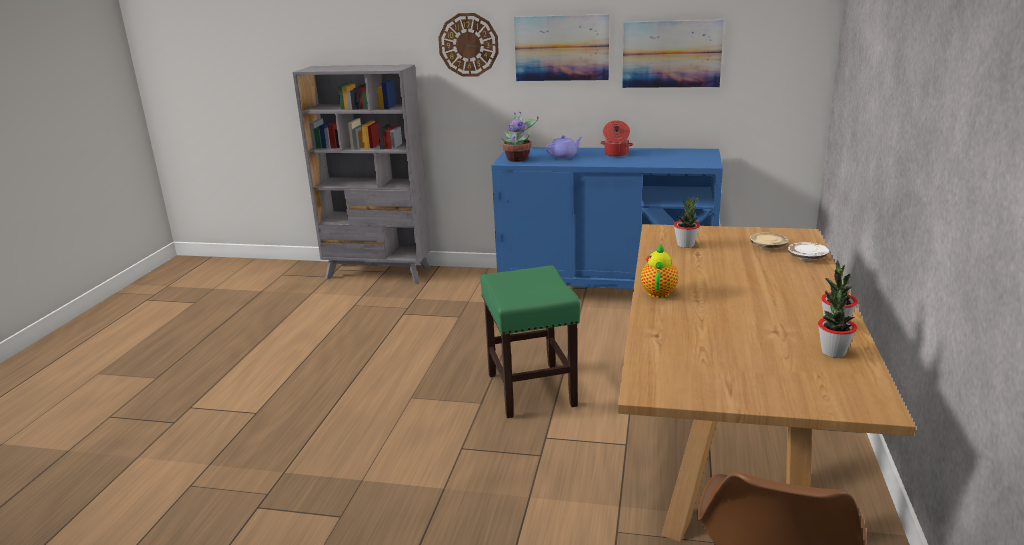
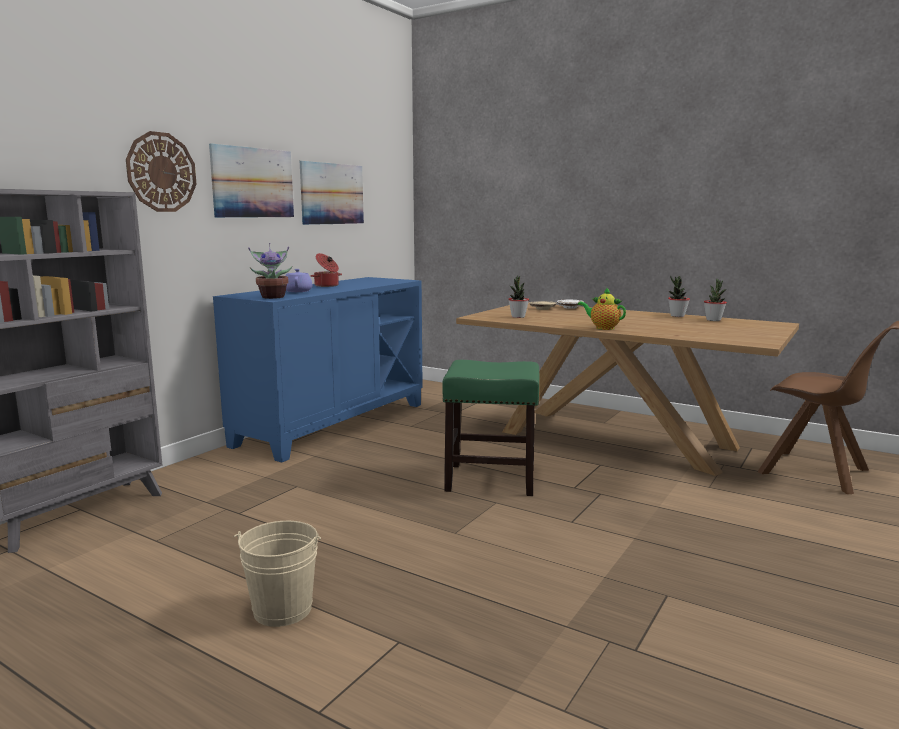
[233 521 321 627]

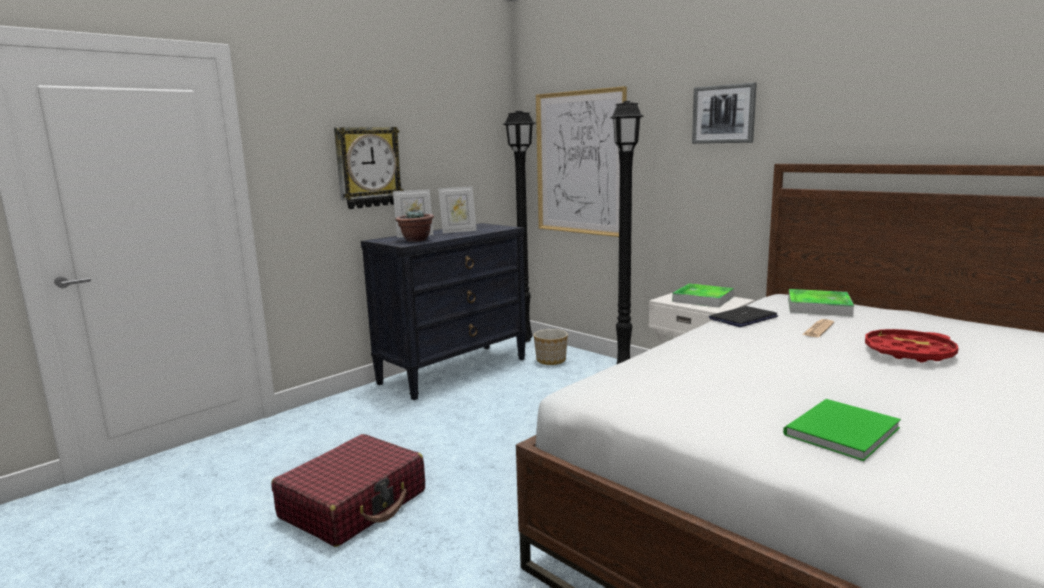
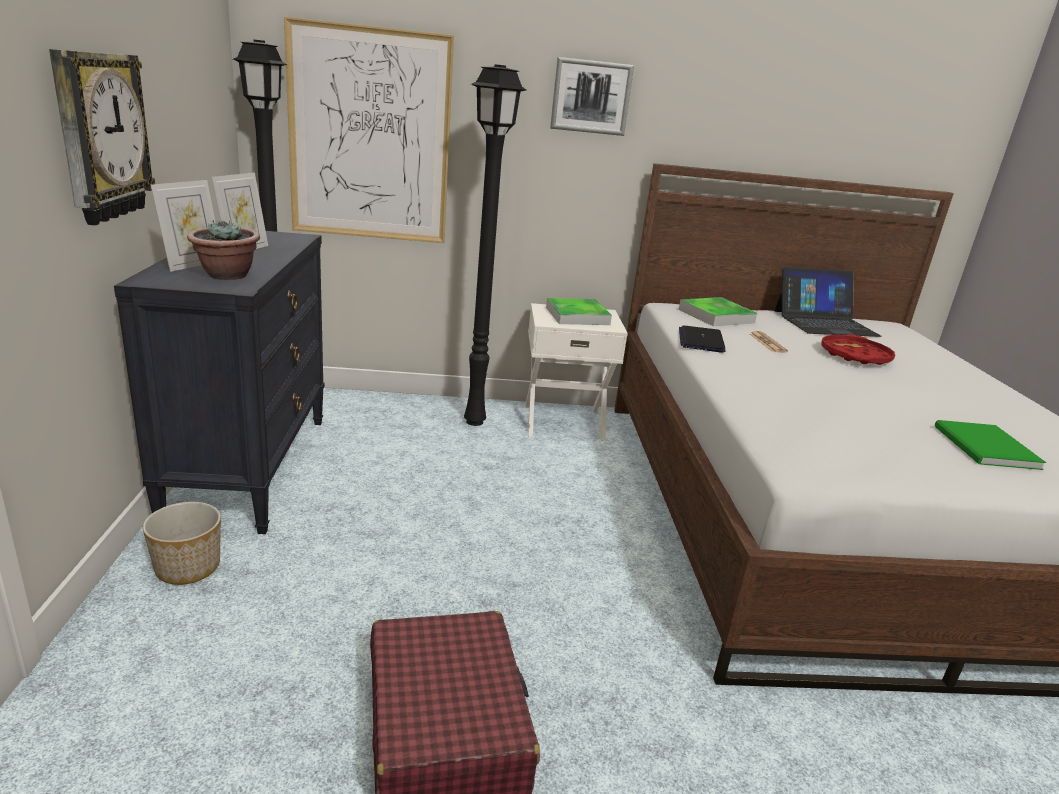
[143 502 221 585]
[774 267 882 337]

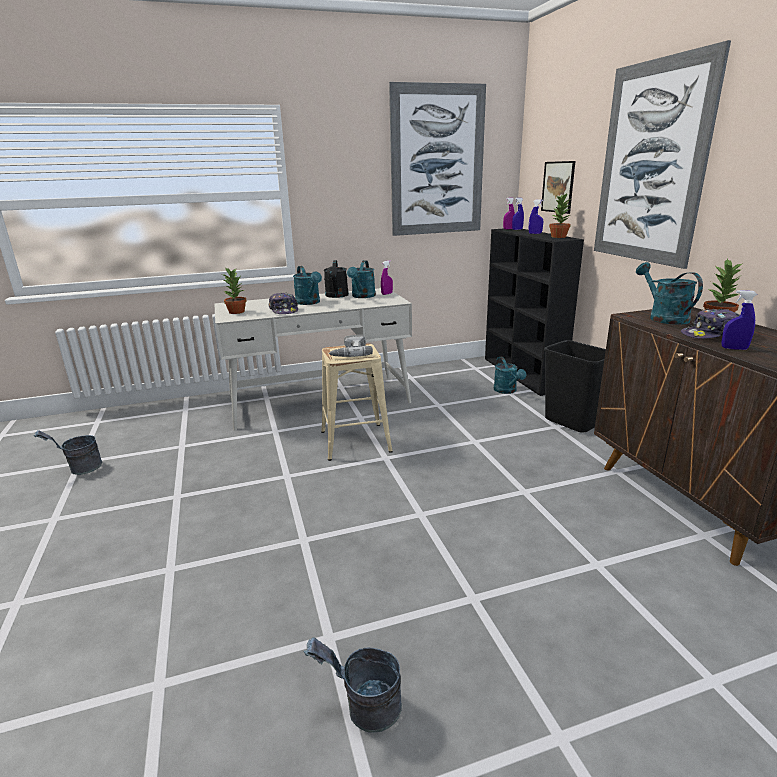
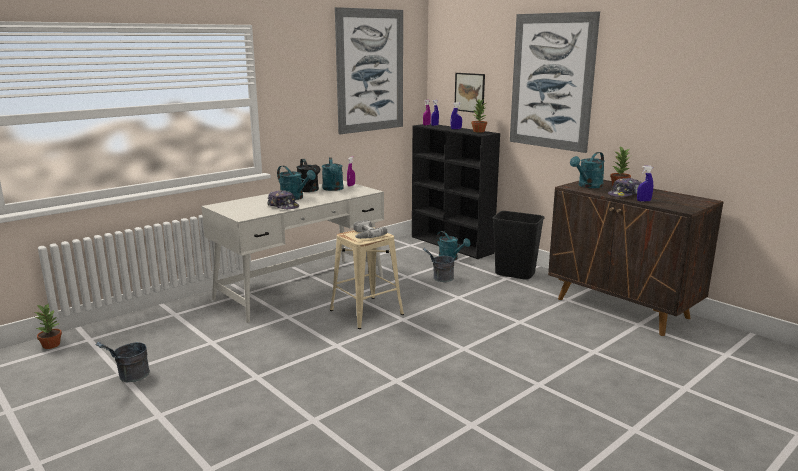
[35 304 62 349]
[423 248 454 282]
[570 152 605 188]

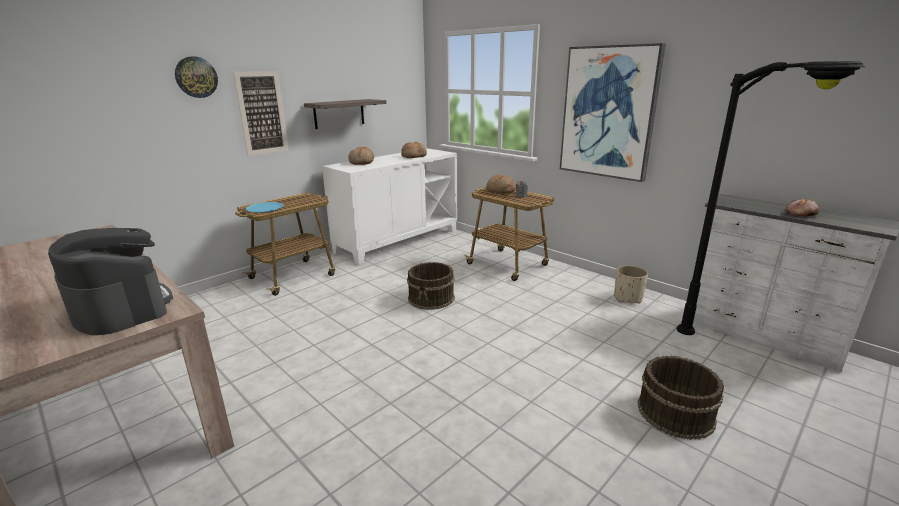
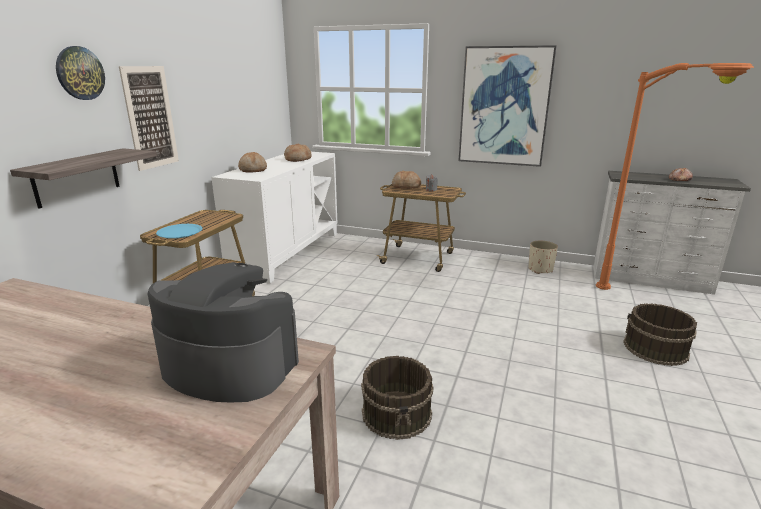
[10 148 157 209]
[361 356 434 440]
[596 63 754 290]

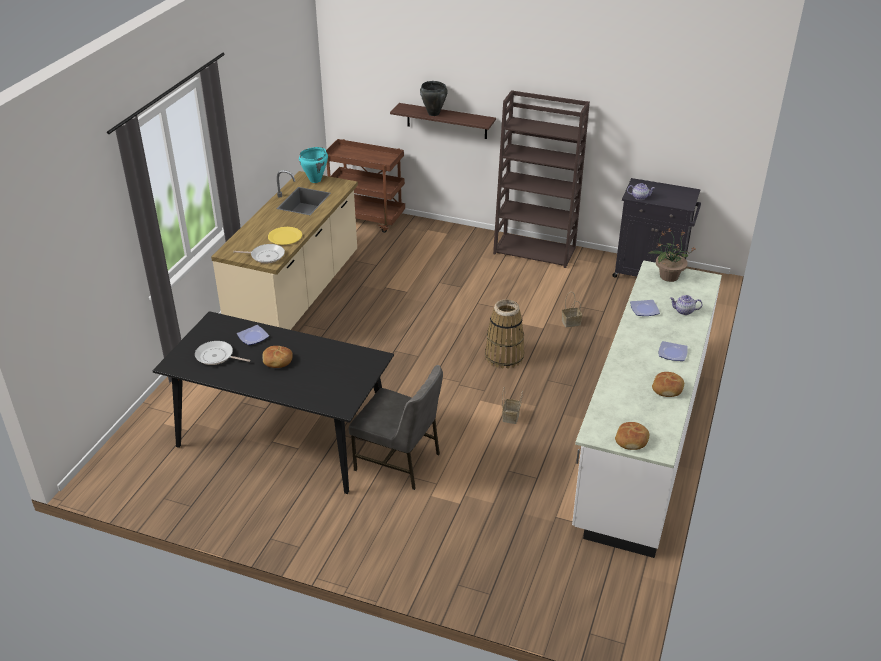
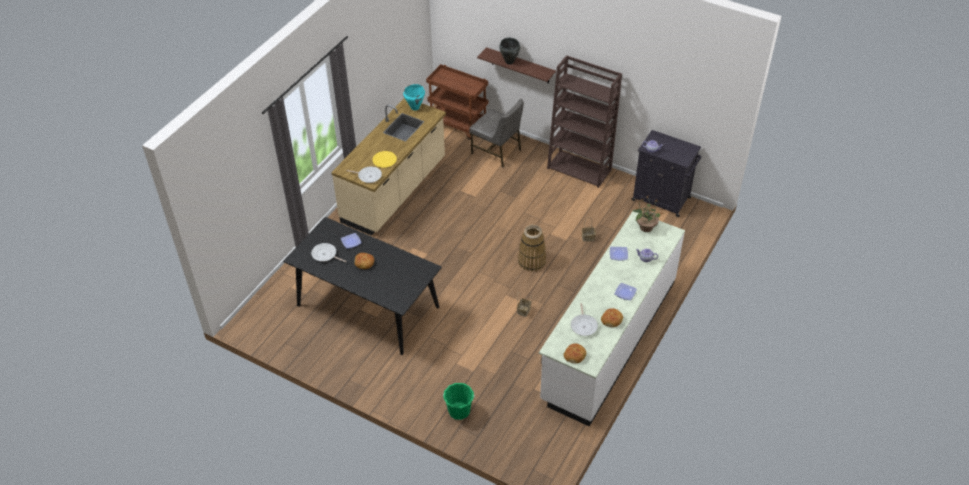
[469 99 524 167]
[443 383 475 420]
[571 303 598 336]

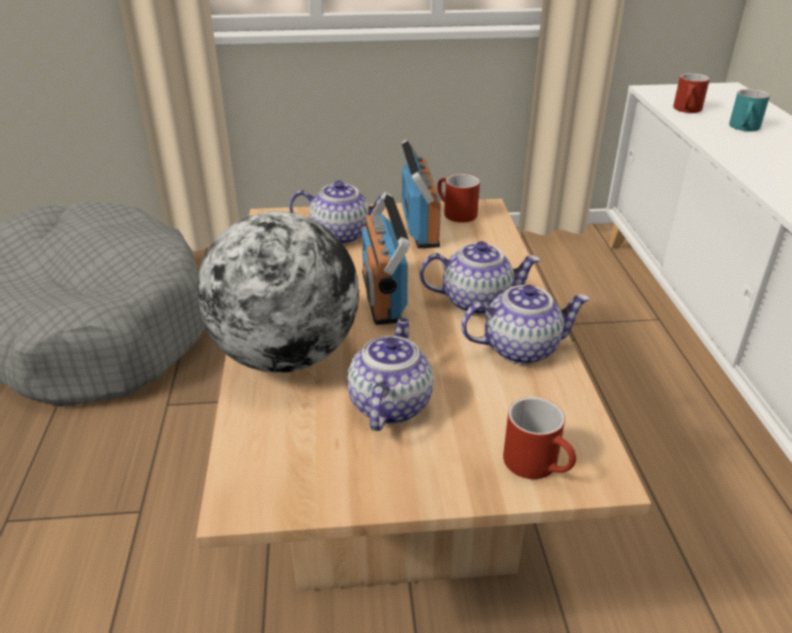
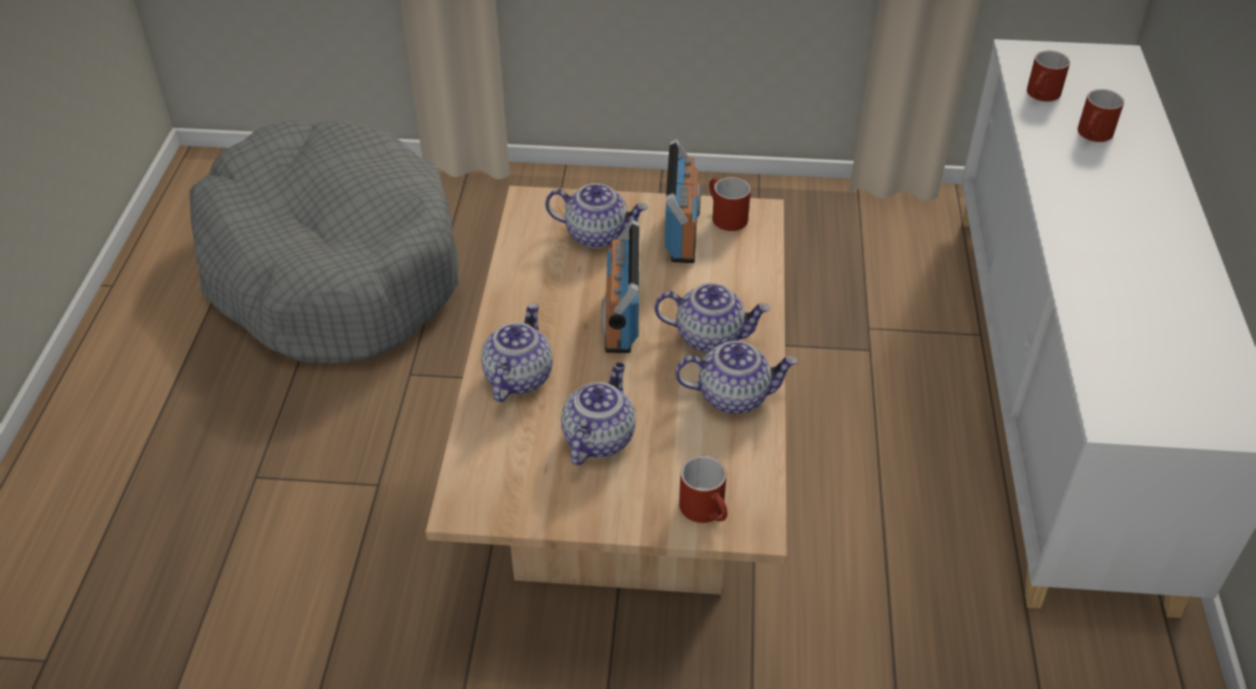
[481 303 553 402]
[1078 89 1124 142]

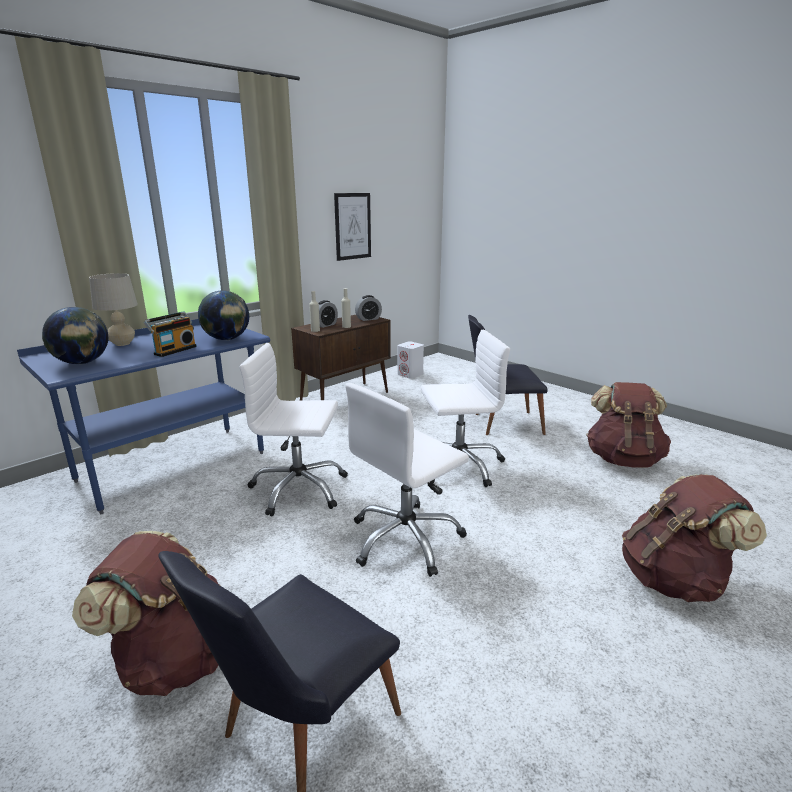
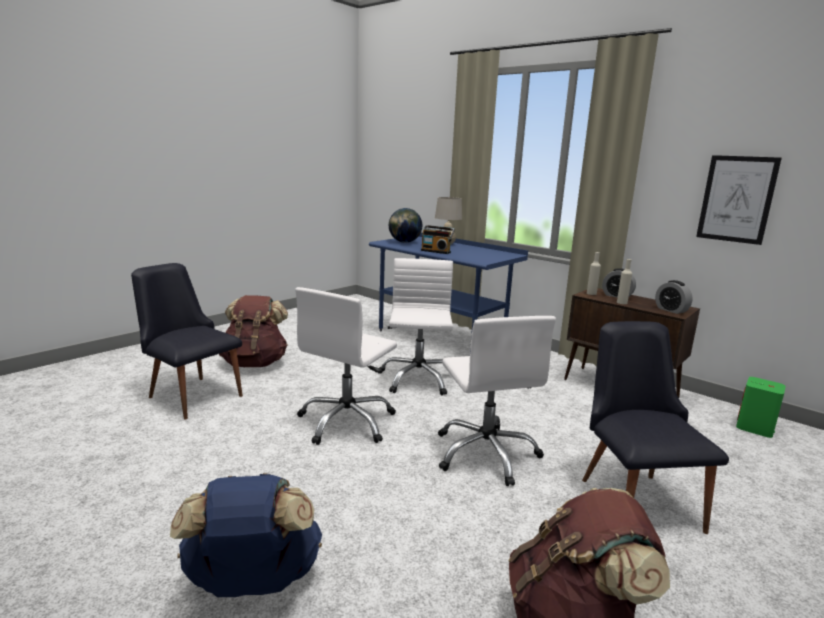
[198 290 249 340] (first image)
[295 287 397 445]
[736 377 786 438]
[170 473 322 597]

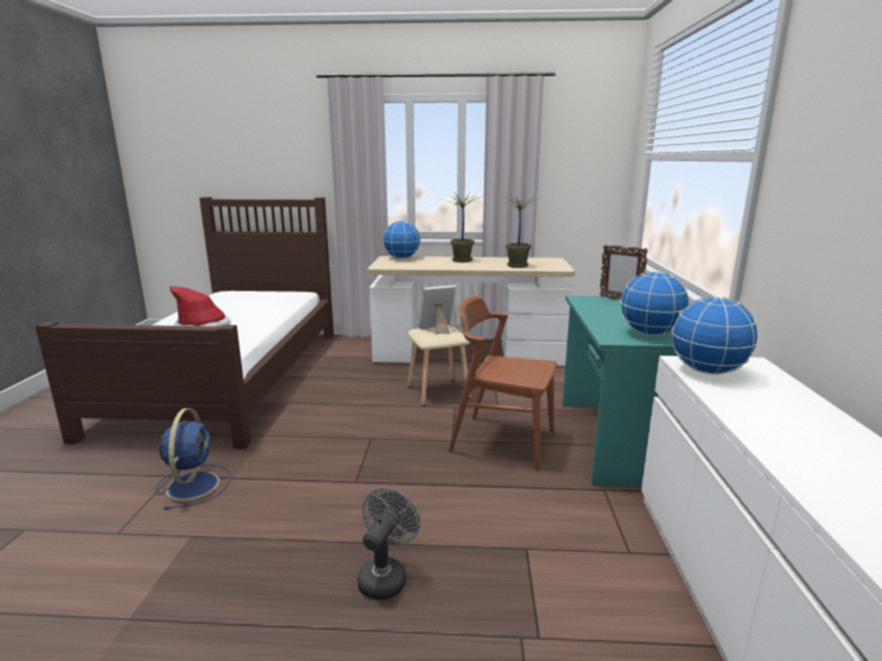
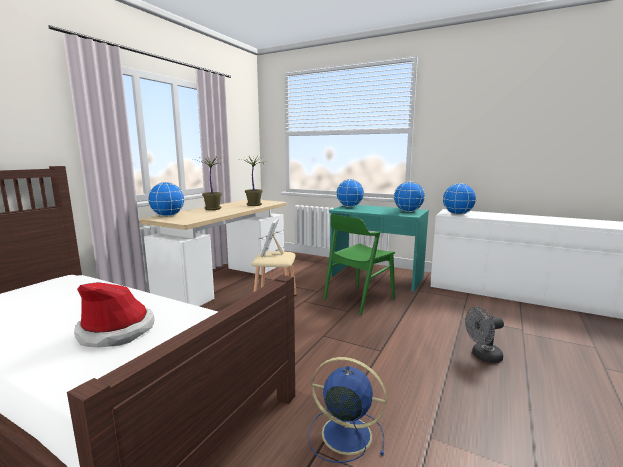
[465 307 504 363]
[324 214 395 315]
[336 179 364 207]

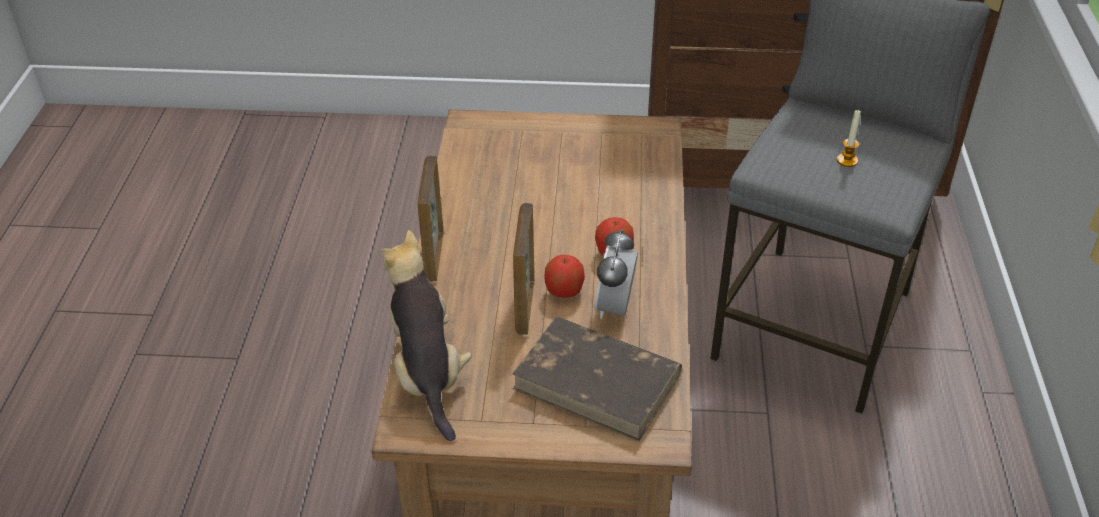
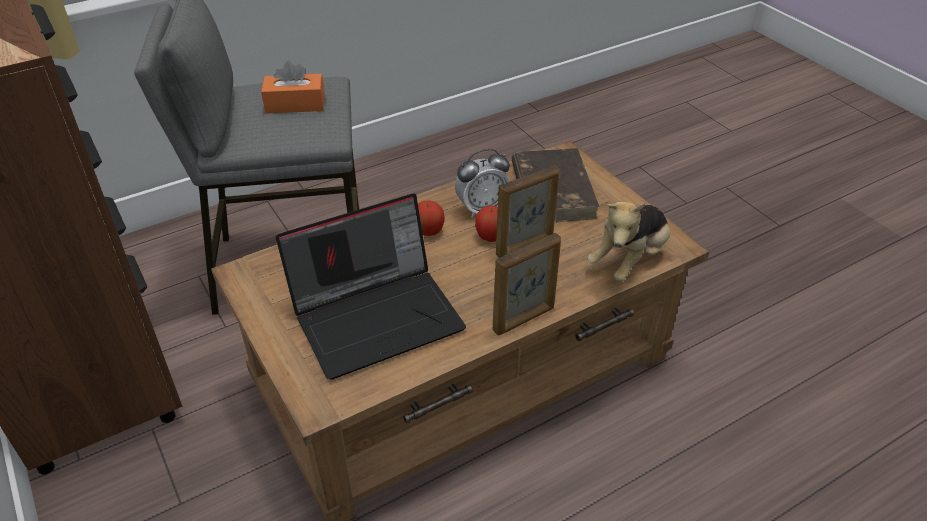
[261 61 325 114]
[276 194 466 380]

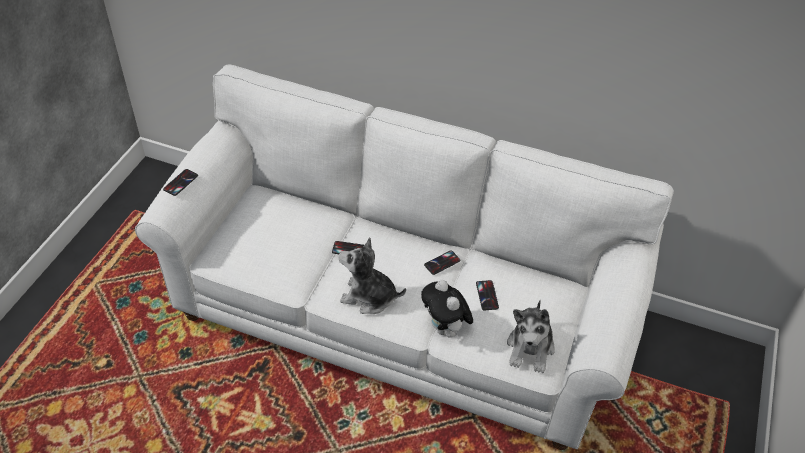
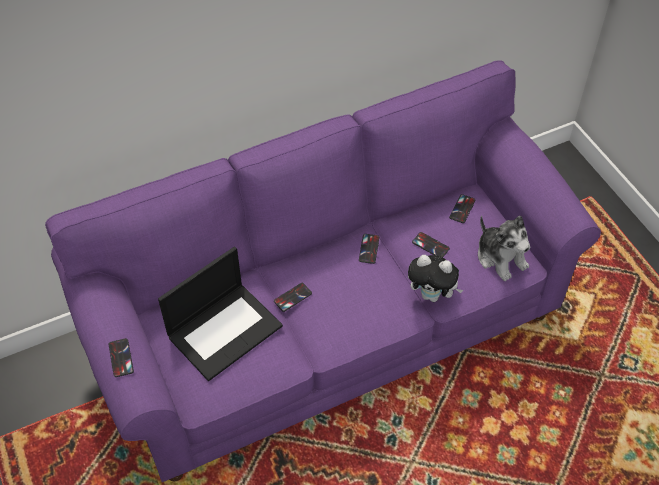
[45 60 601 482]
[339 238 406 314] (first image)
[158 246 283 381]
[449 194 475 223]

